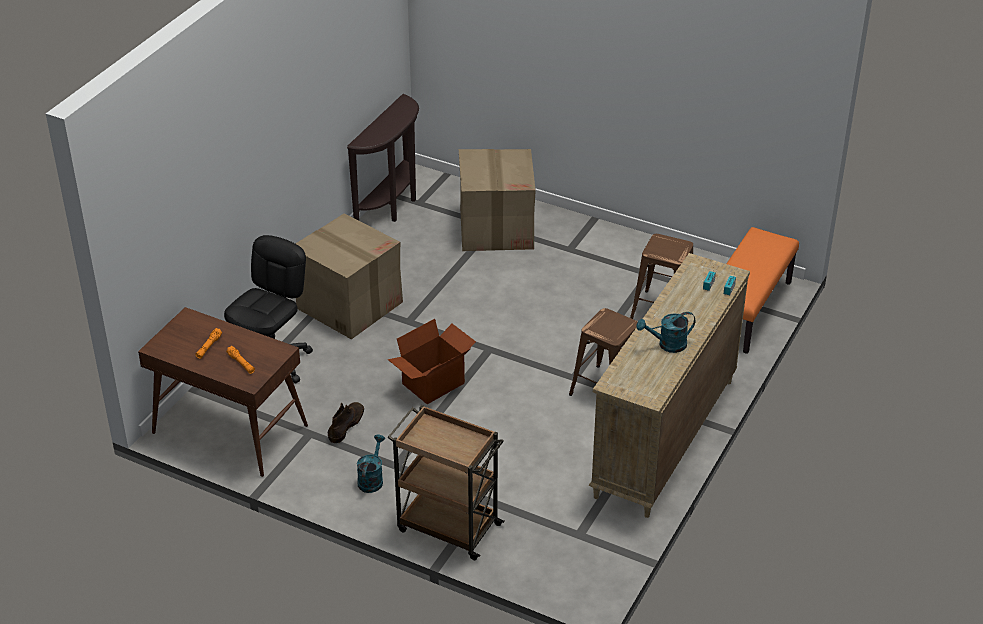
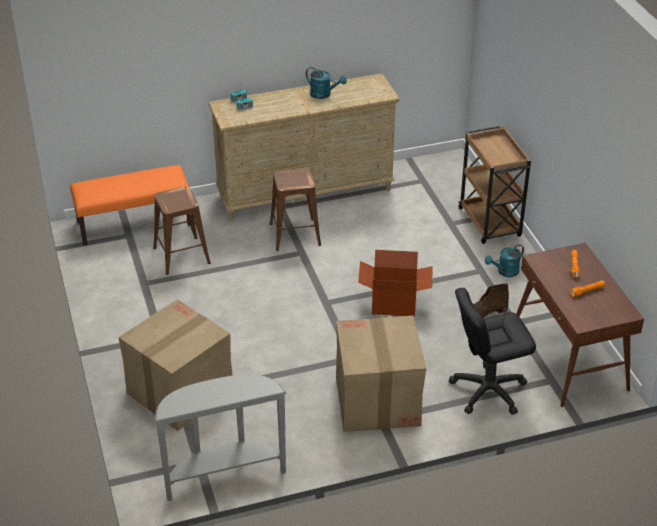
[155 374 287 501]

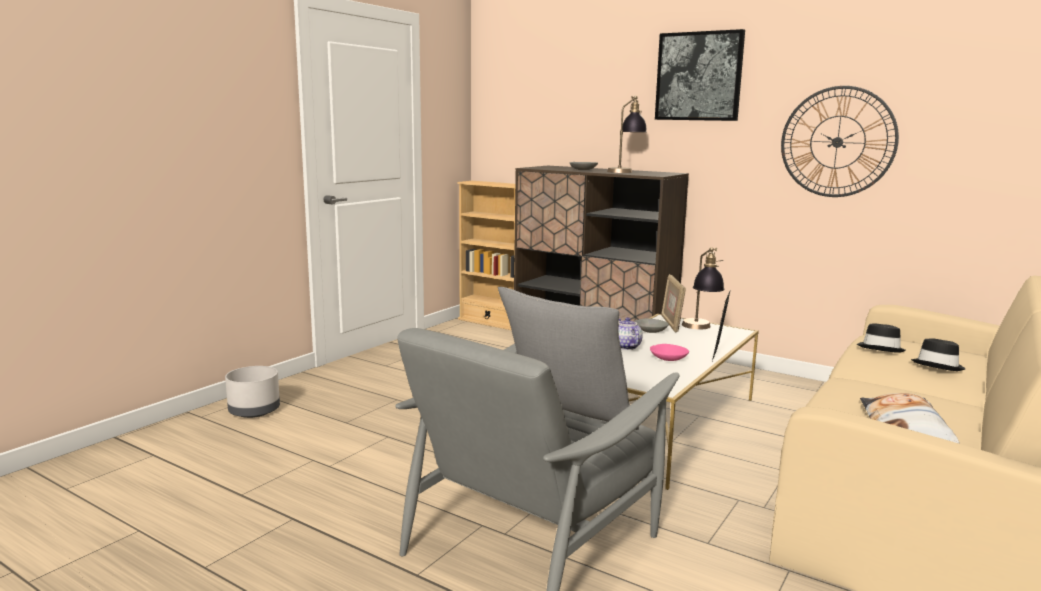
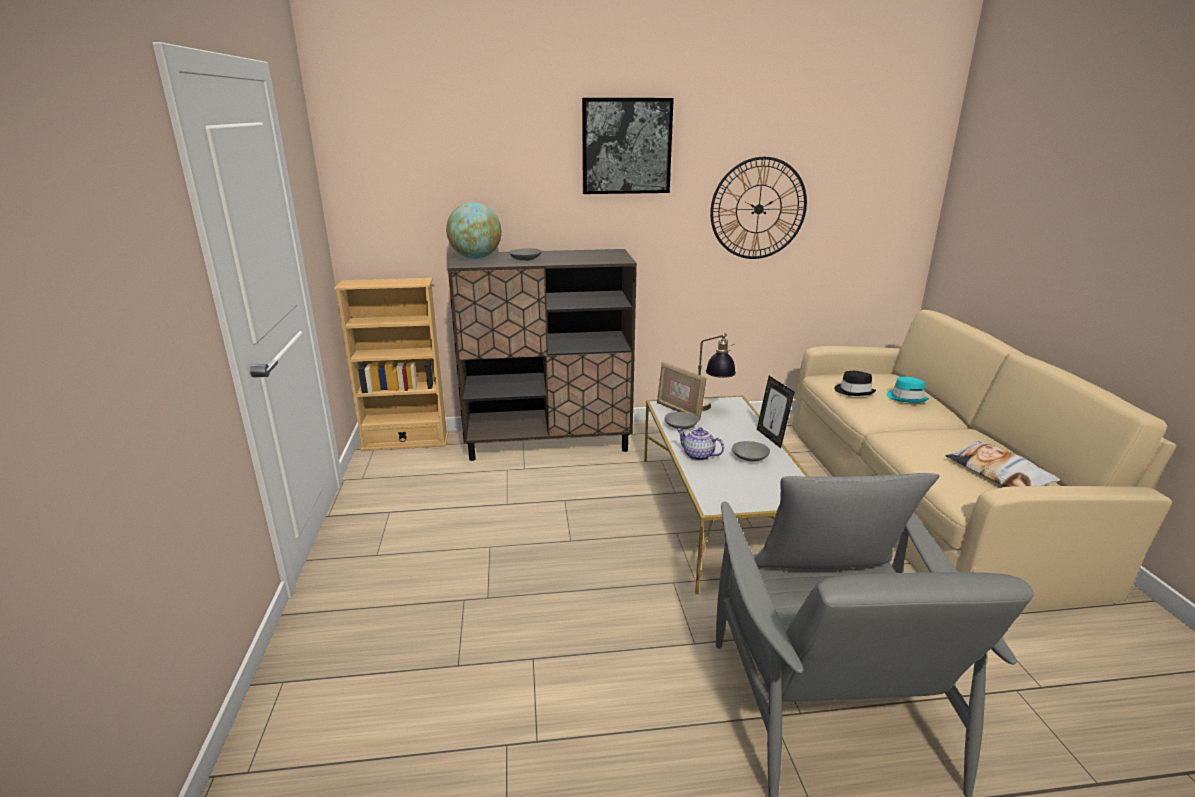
[225 366 280 418] (first image)
[607 96 647 173] (first image)
[732 441 770 462]
[886 377 929 403]
[446 202 502 259]

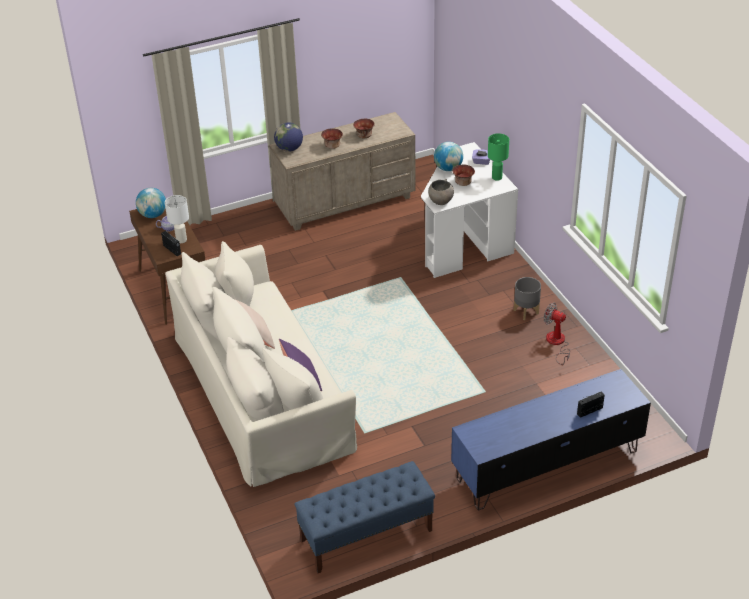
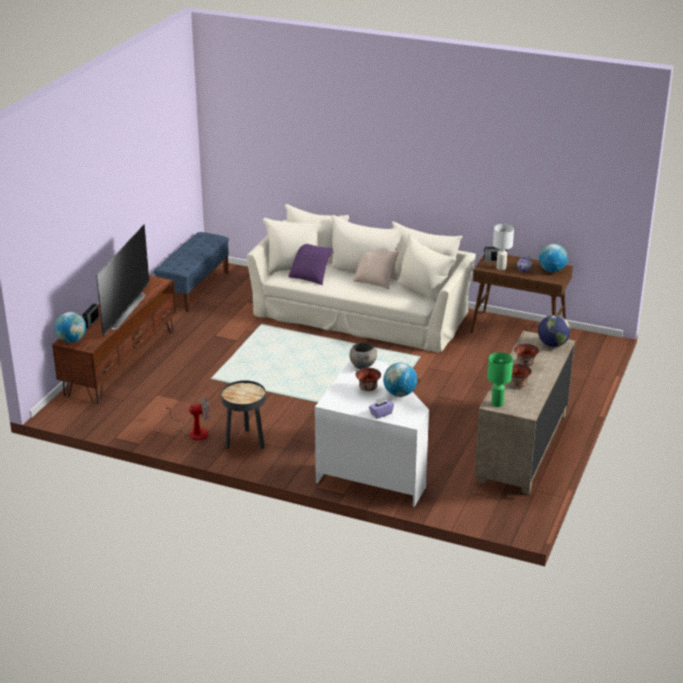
[52 276 176 404]
[487 352 513 407]
[221 380 266 450]
[55 312 86 343]
[96 225 149 337]

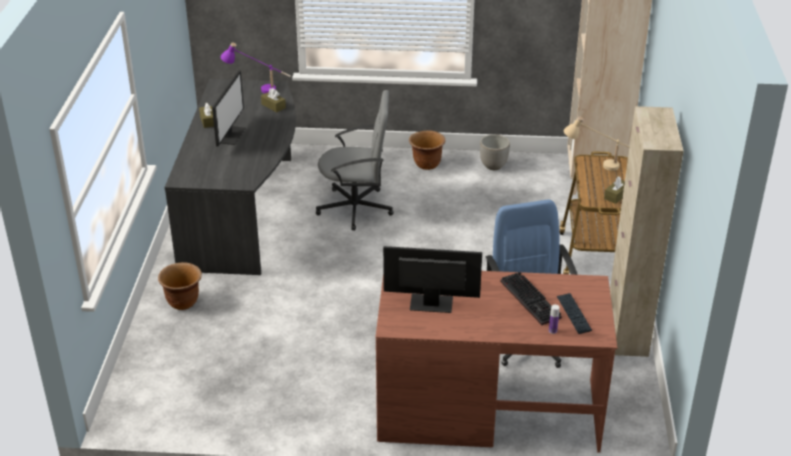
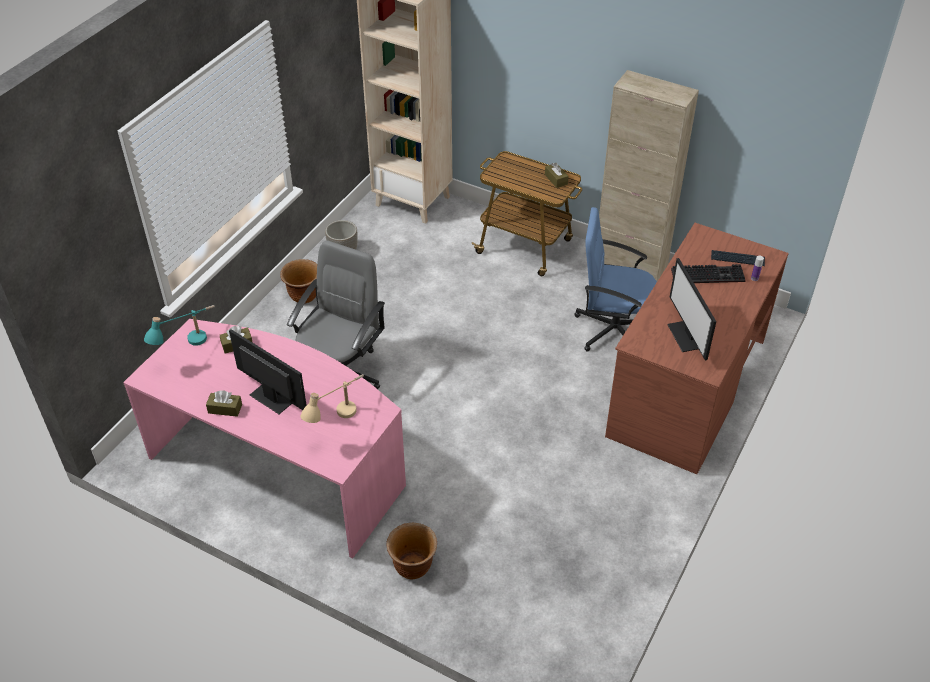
[123 319 406 558]
[144 305 215 346]
[667 258 716 360]
[300 374 364 423]

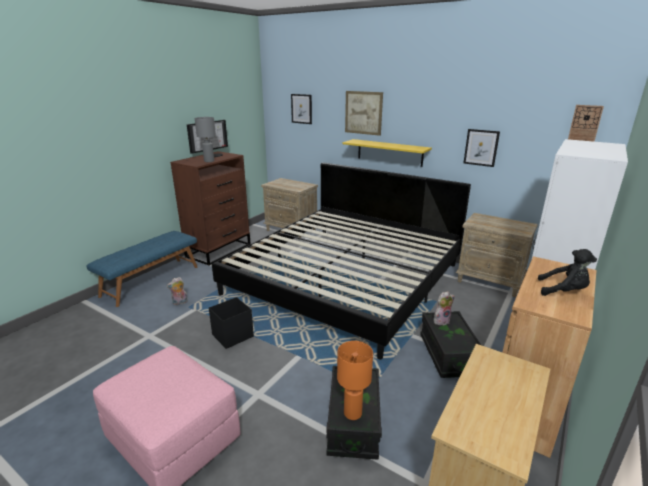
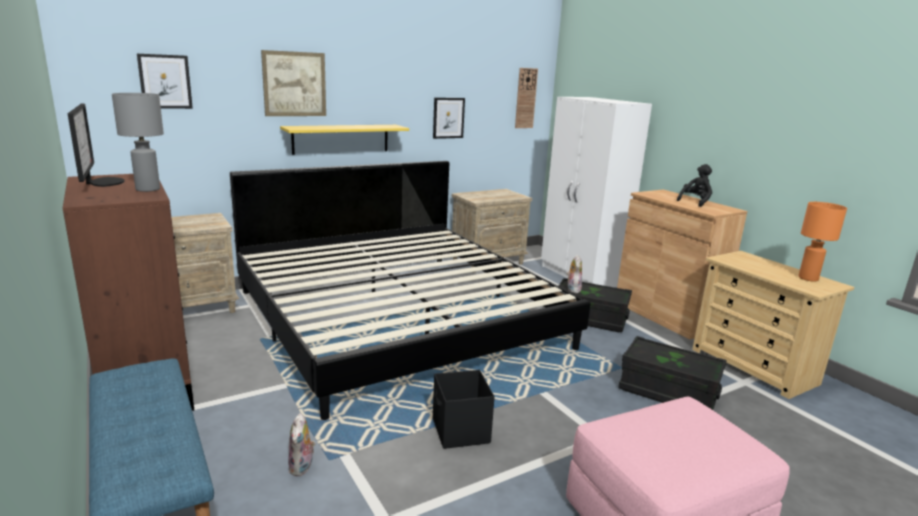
[798 202 847 282]

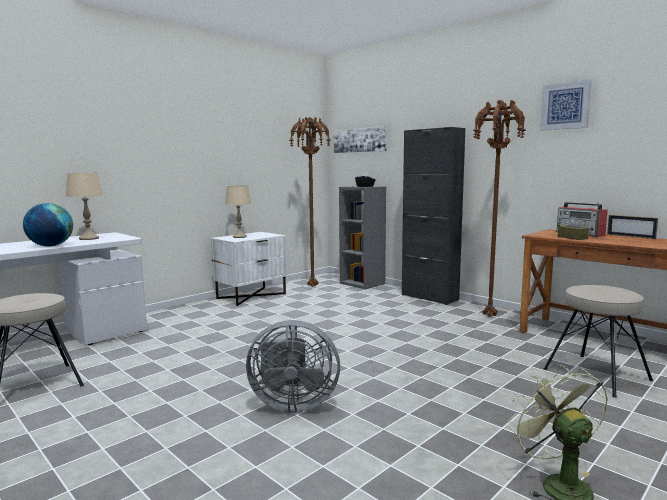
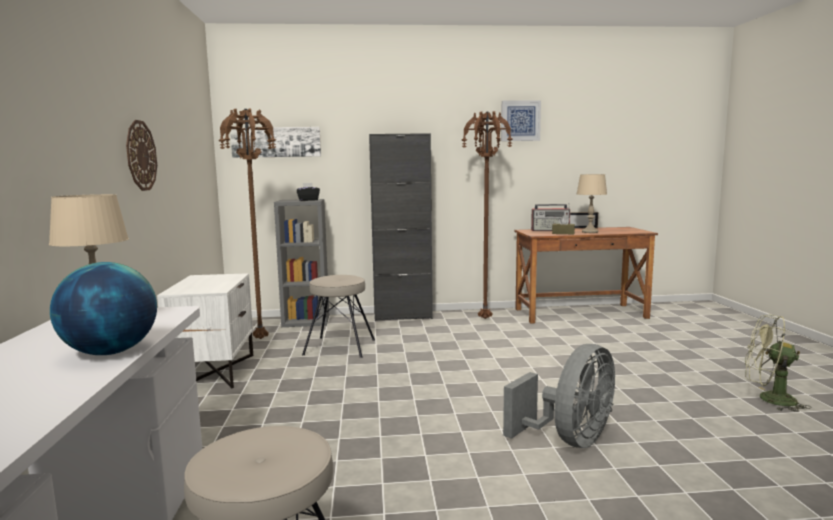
[577 174 607 233]
[302 275 375 358]
[126 120 157 191]

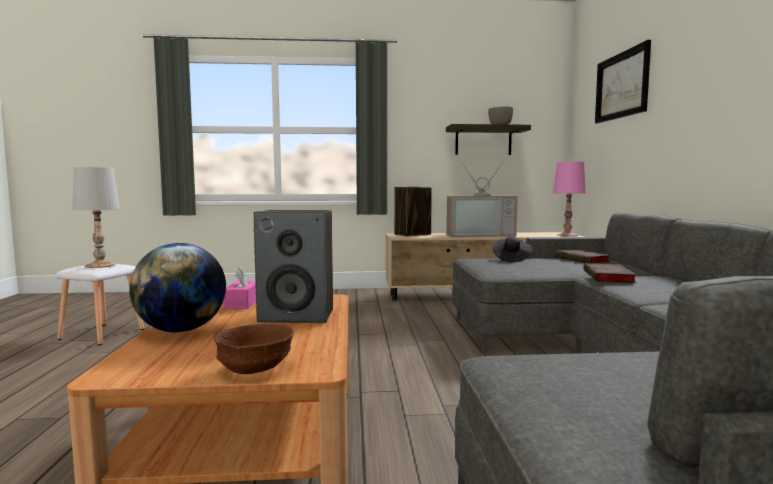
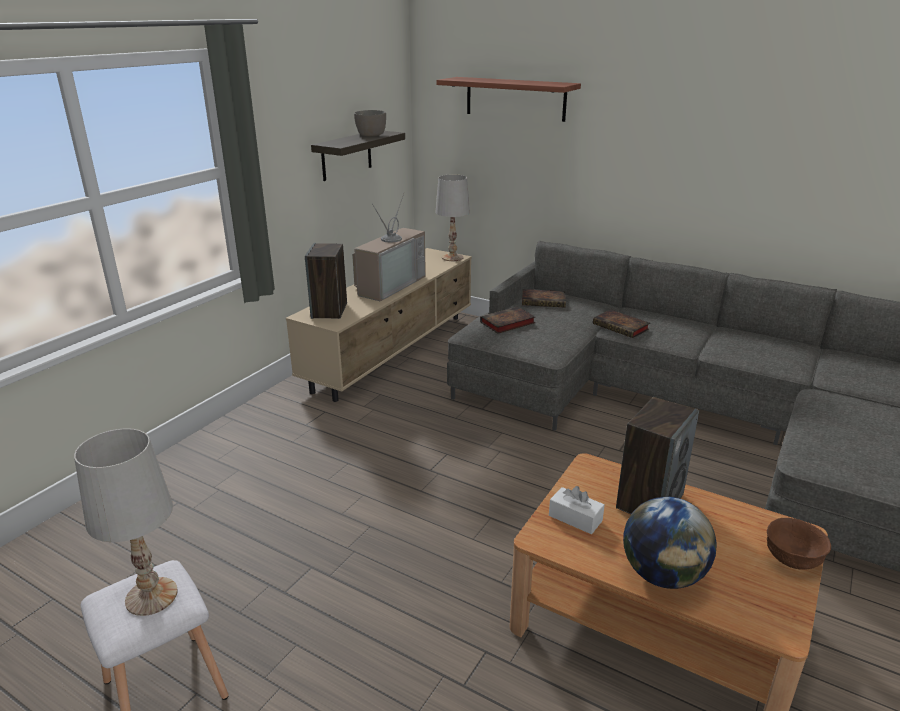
[549 486 605 534]
[480 307 535 334]
[436 174 470 261]
[436 77 581 122]

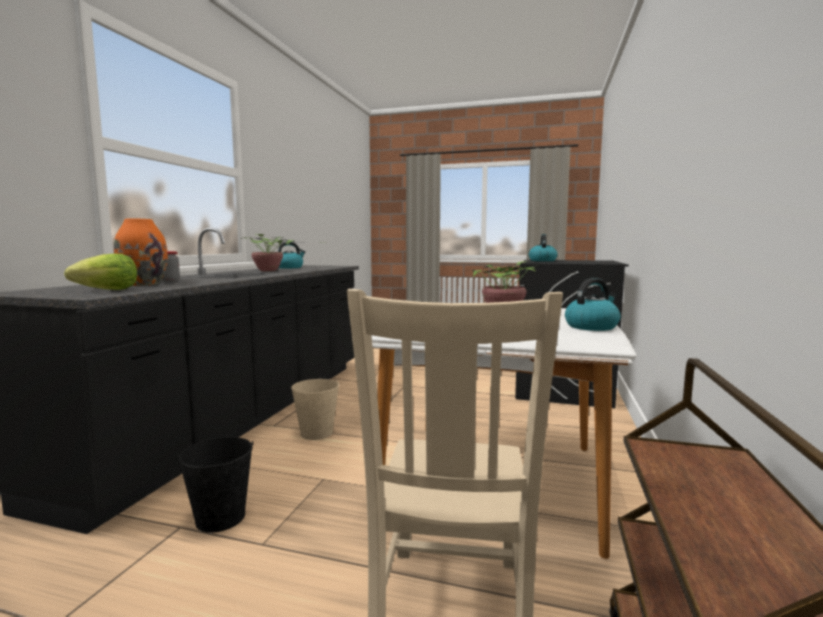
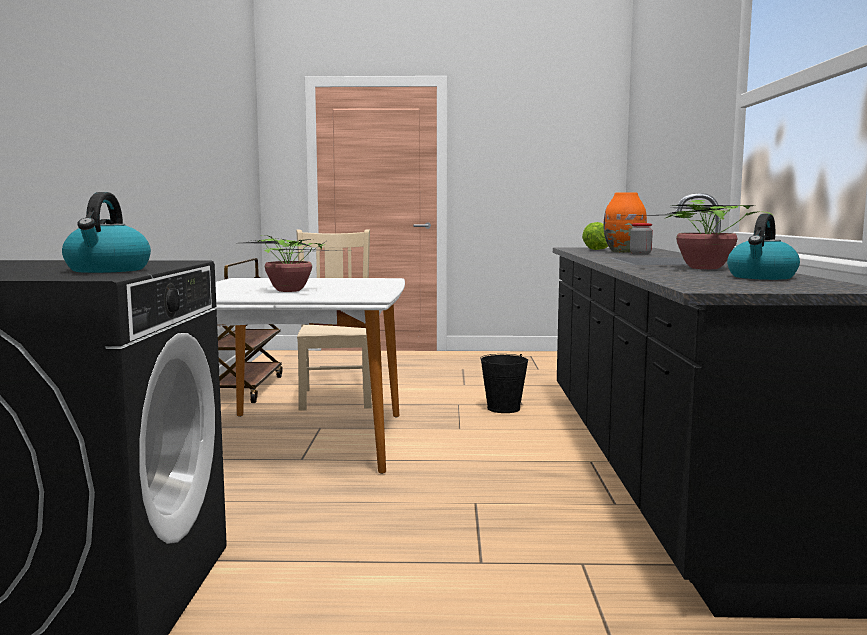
[291 379 339 440] (first image)
[565 278 620 331] (first image)

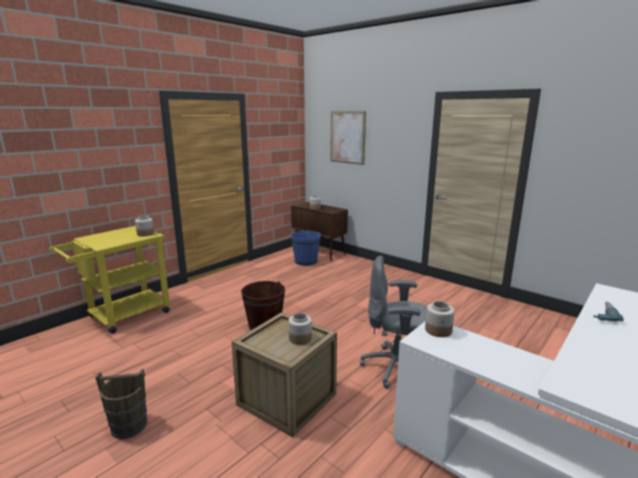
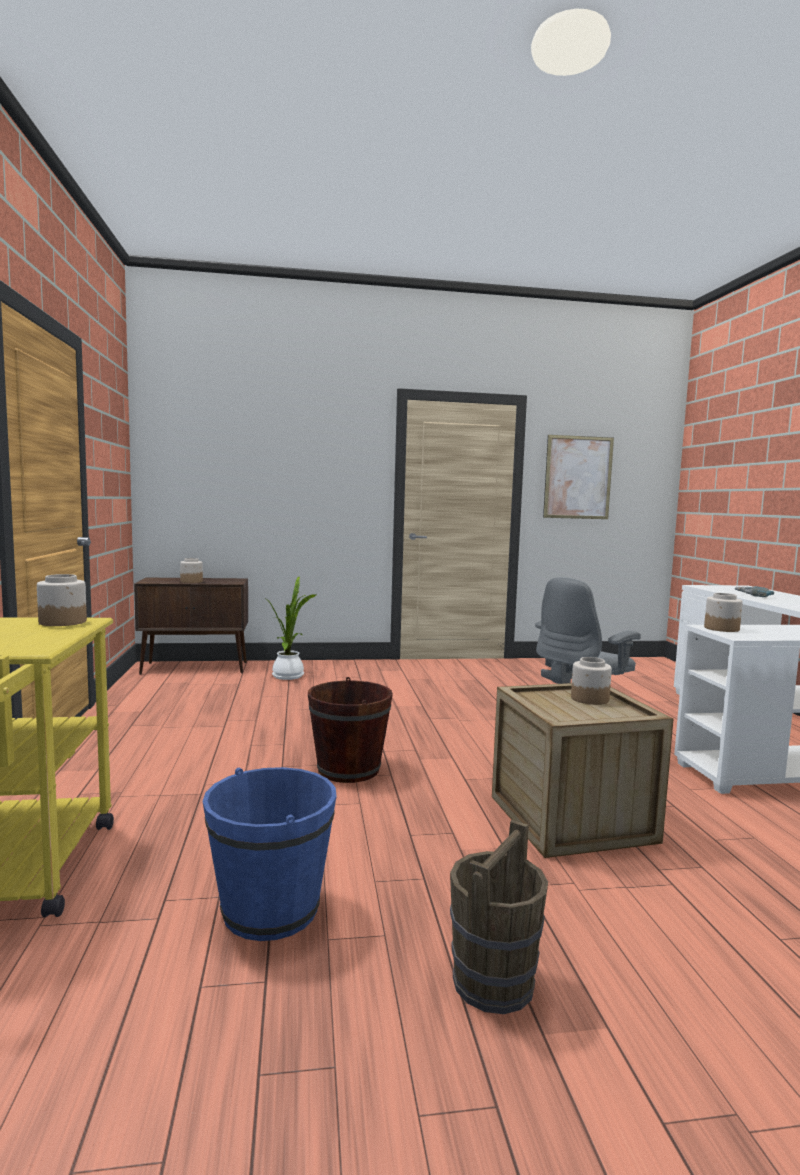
[202 767 336 941]
[543 435 614 519]
[266 577 316 680]

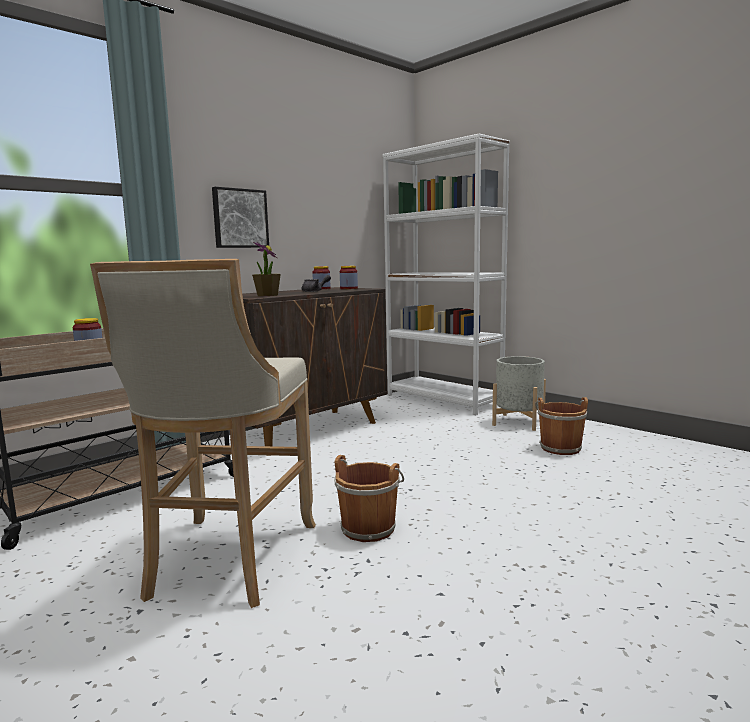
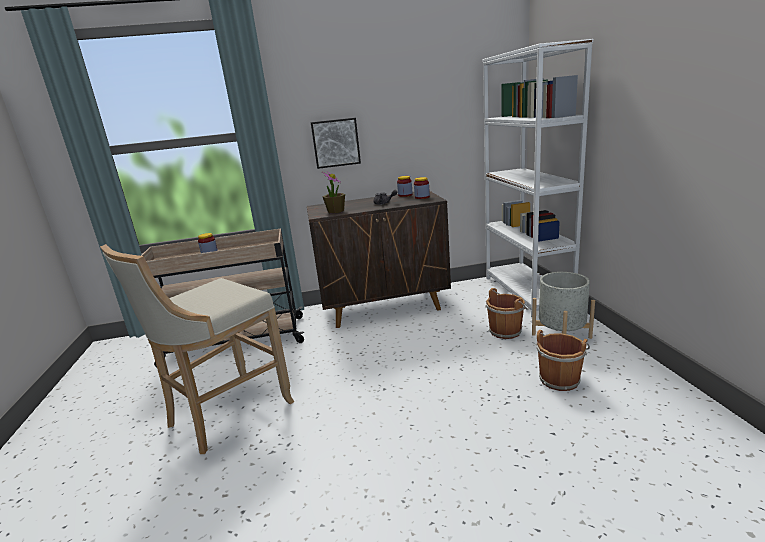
[485 288 528 339]

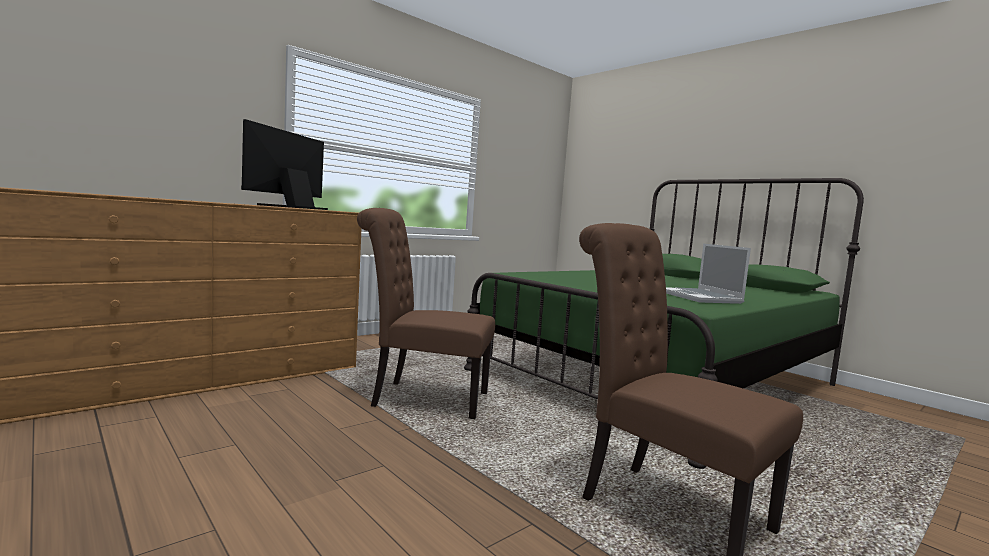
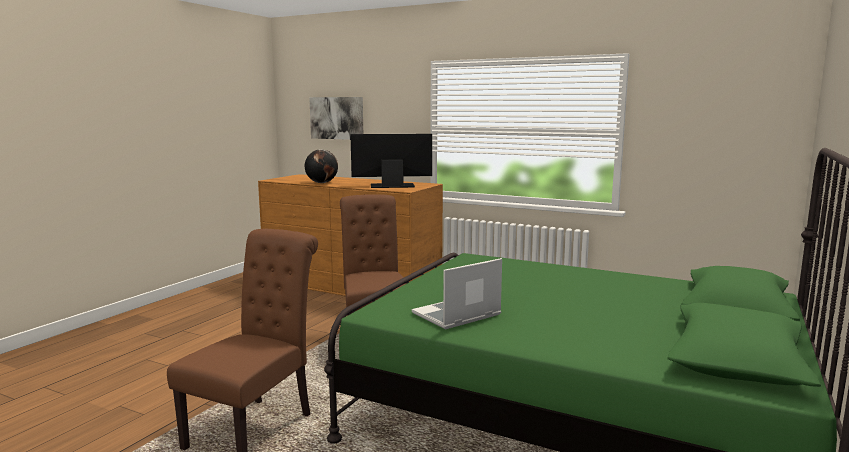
[305 149 338 183]
[309 97 363 140]

